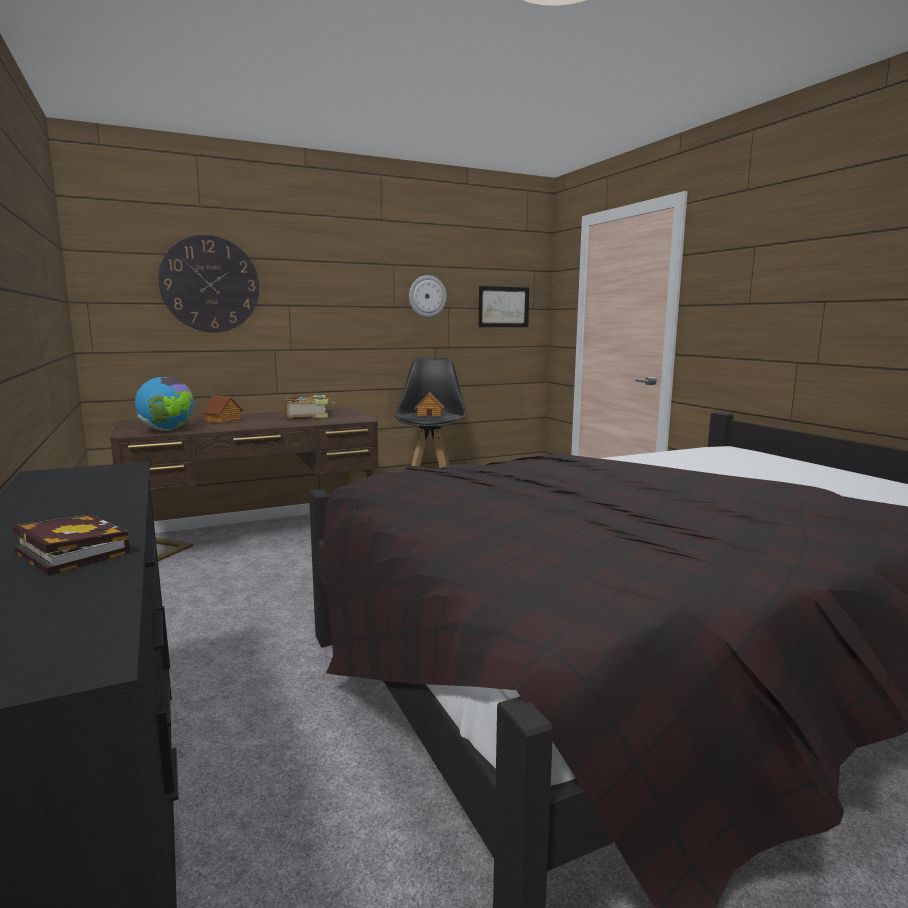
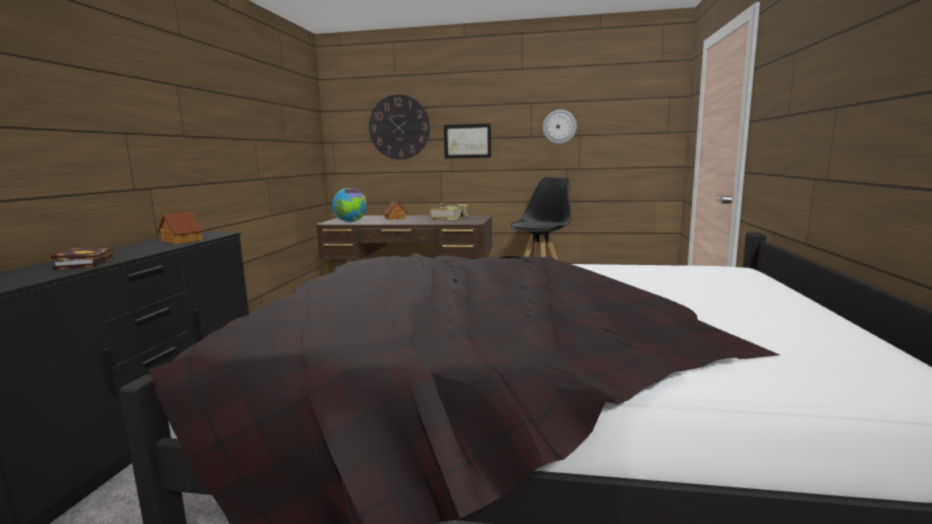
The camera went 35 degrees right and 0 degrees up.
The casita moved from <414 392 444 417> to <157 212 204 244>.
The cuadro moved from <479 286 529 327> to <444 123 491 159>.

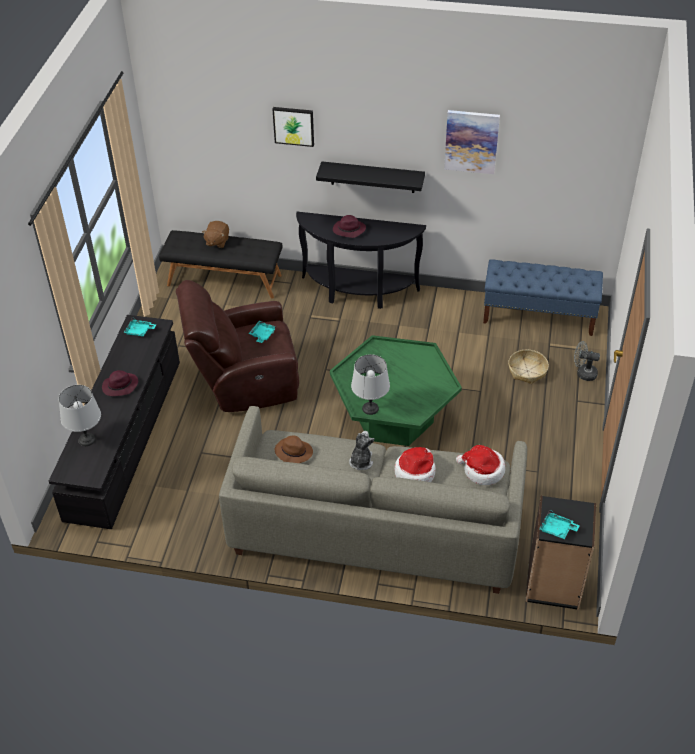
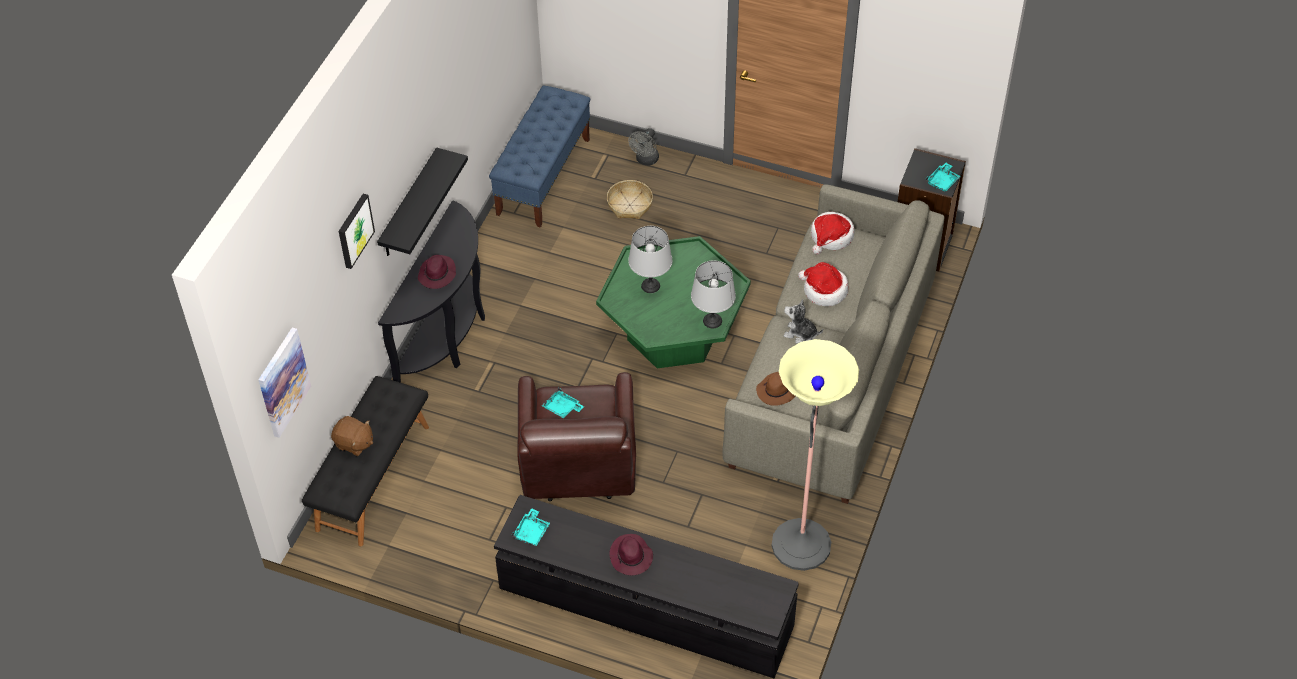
The camera went 80 degrees left and 5 degrees up.
The cuadro moved from <444 110 500 174> to <259 327 311 438>.
The lámpara de mesa (gris) moved from <59 385 101 446> to <628 226 672 293>.
The lámpara de pie at <772 339 859 571> appeared.

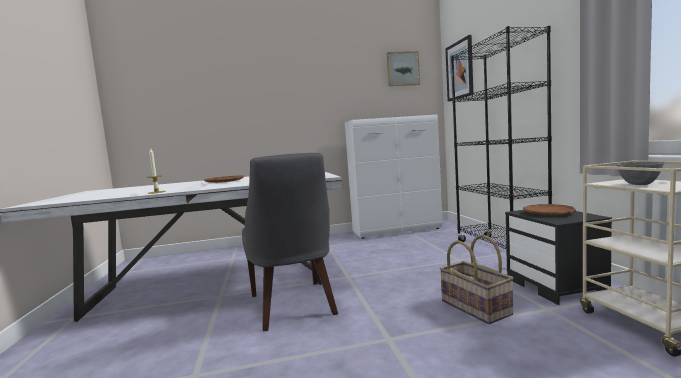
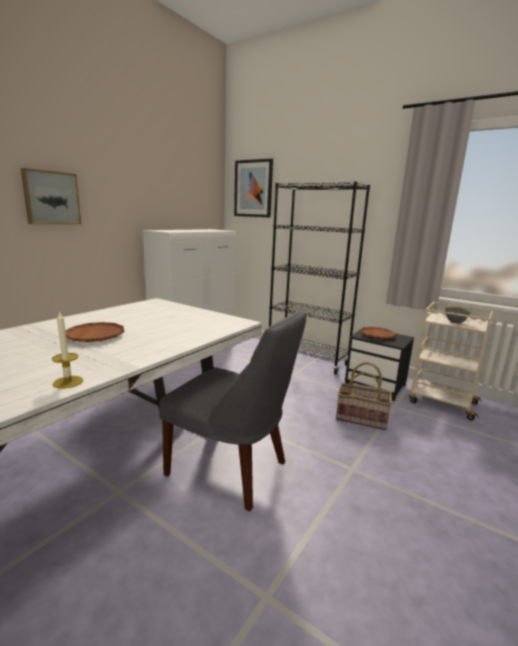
The camera went 45 degrees left and 10 degrees up.
The cuadro moved from <387 51 420 86> to <21 168 81 224>.

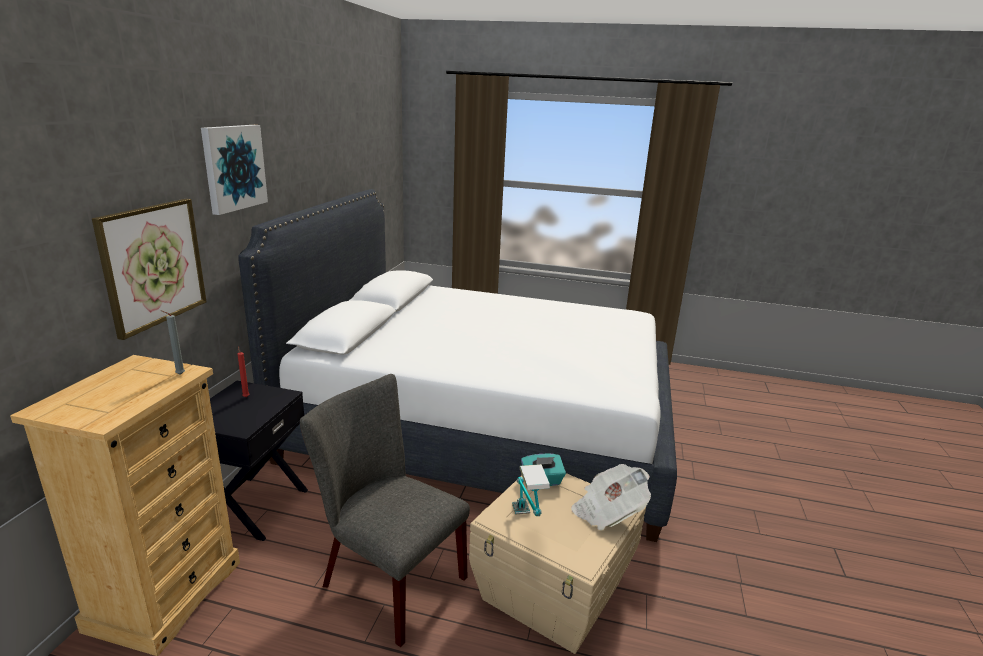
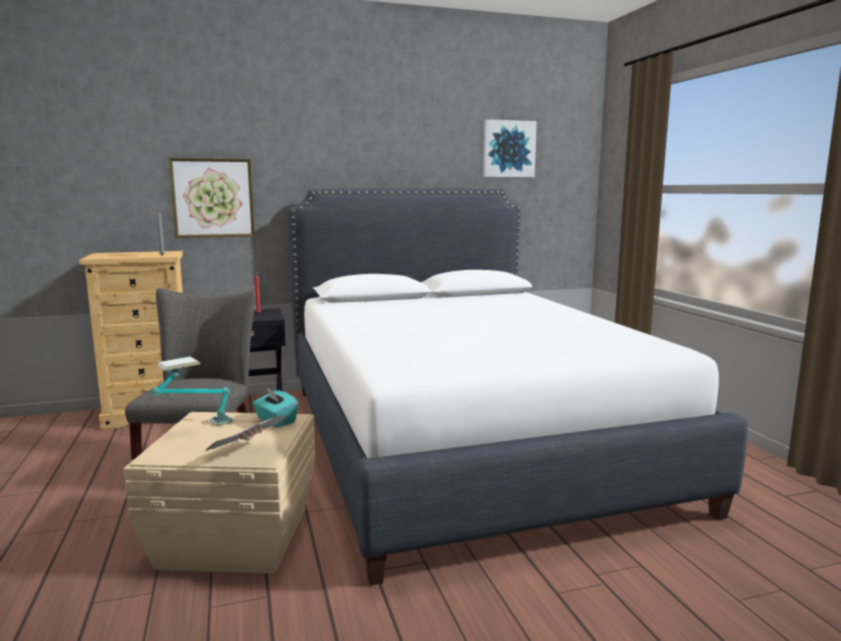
The camera went 60 degrees right and 10 degrees down.
The cuadro moved from <201 125 268 215> to <483 119 537 177>.

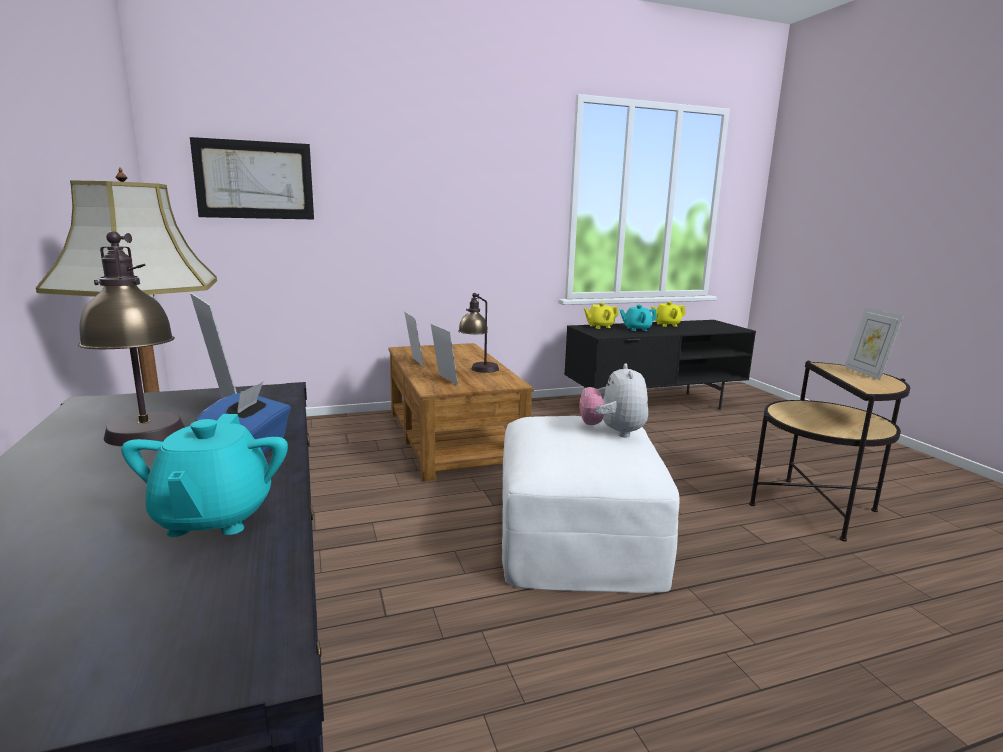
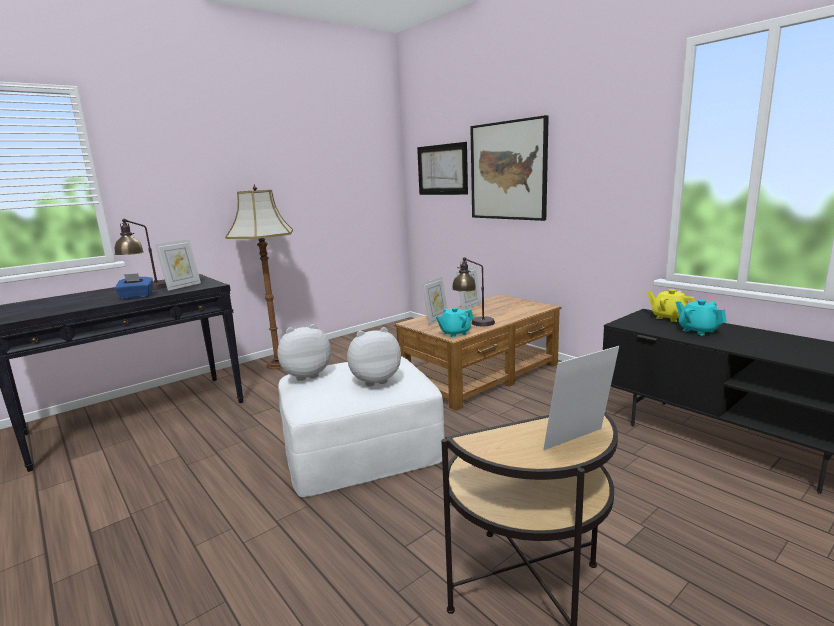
The camera went 70 degrees right and 0 degrees up.
The peluche at <278 324 331 381> appeared.
The tetera (turquesa) moved from <121 414 288 537> to <436 307 474 337>.
The cuadro at <470 115 549 221> appeared.
The tetera (amarillo) at <651 302 686 327> disappeared.

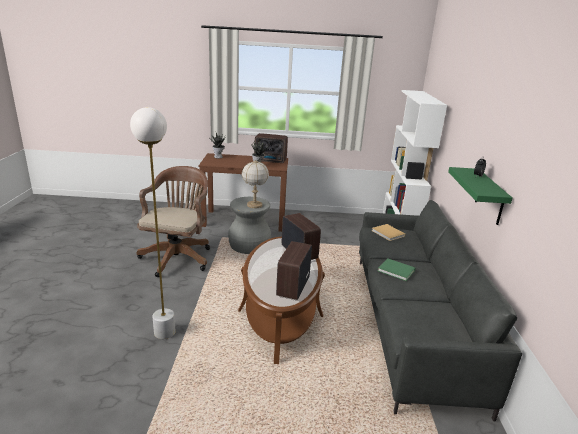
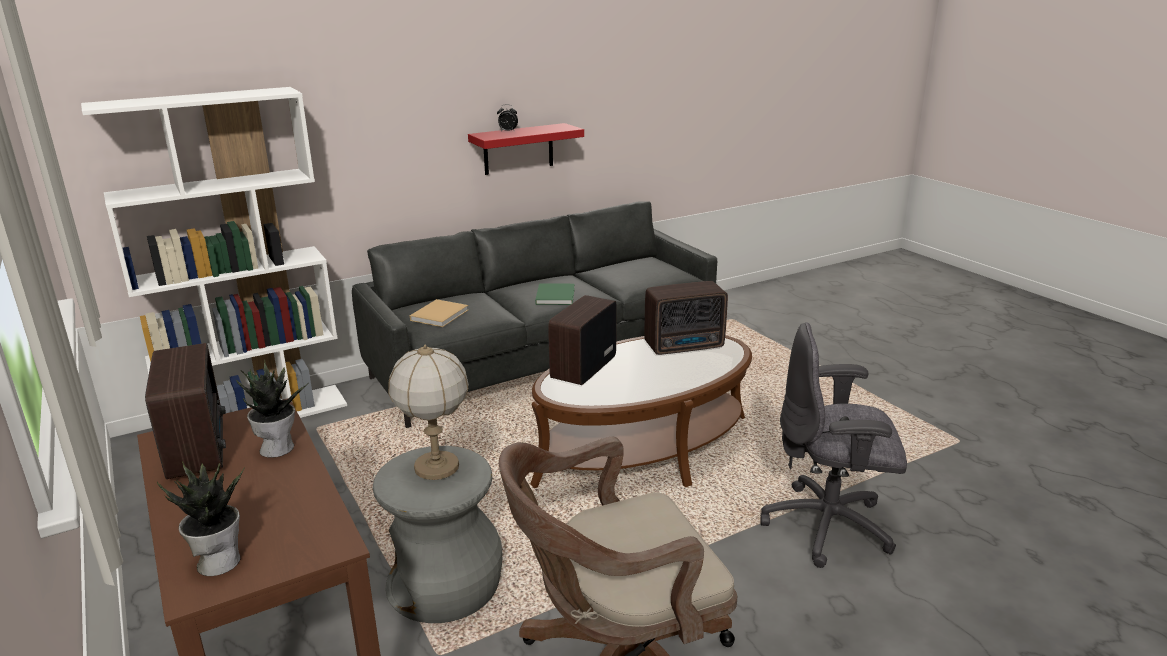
The camera went 120 degrees left and 0 degrees up.
The estante (verde) at <448 167 513 225> became the estante (rojo) at <468 123 584 175>.
The lámpara de pie (blanco) at <130 107 176 339> was replaced by the silla de oficina (gris) at <761 322 907 568>.

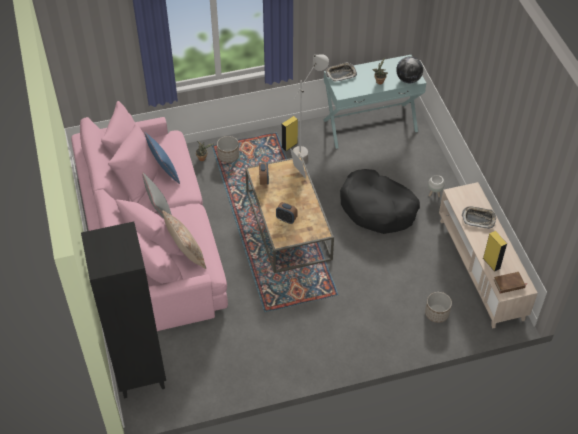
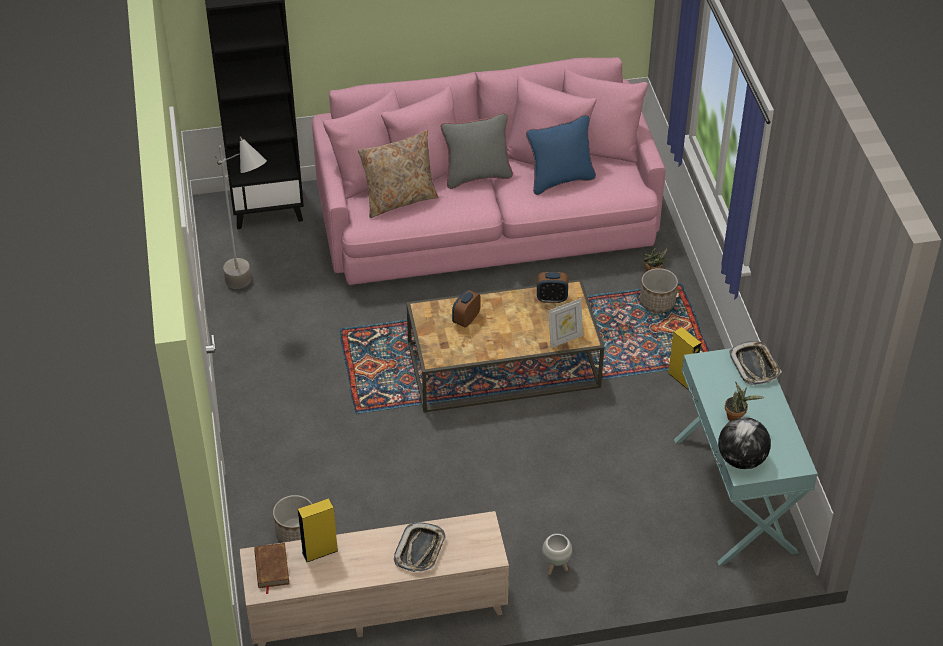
The camera went 95 degrees right and 5 degrees down.
The lámpara de pie (gris) moved from <293 55 329 164> to <215 136 267 289>.
The cama para perro (negro) at <340 169 420 234> disappeared.

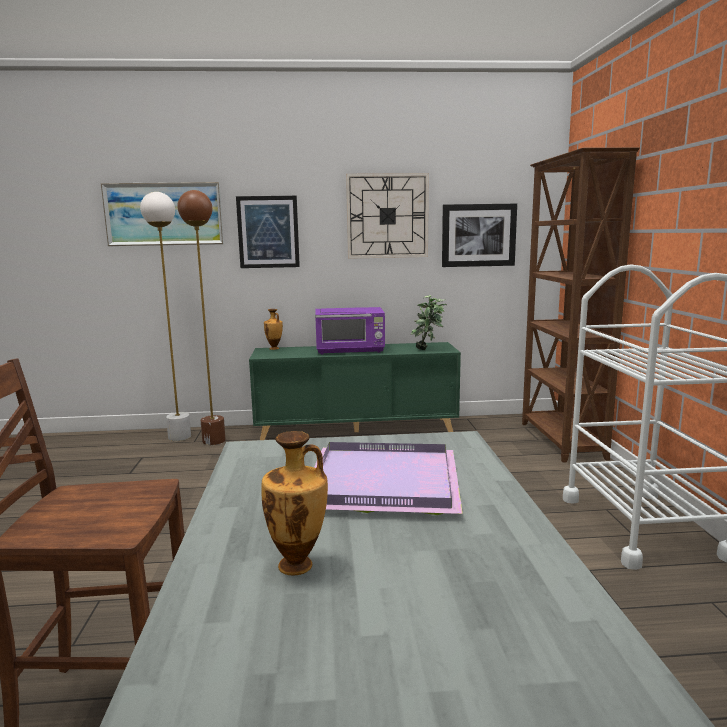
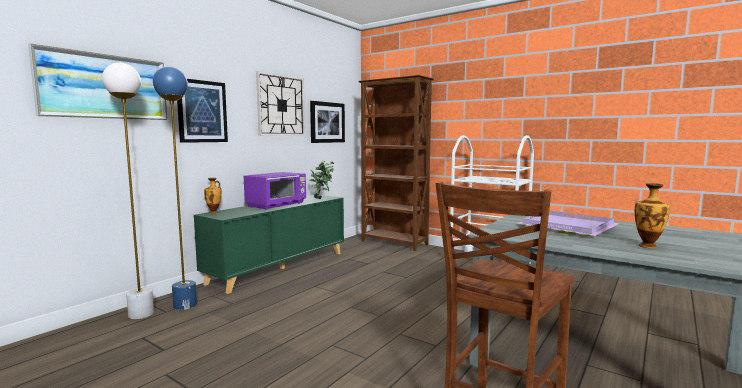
The camera went 50 degrees left and 5 degrees down.
The lámpara de pie (marrón) at <177 190 226 445> became the lámpara de pie (azul) at <153 67 197 310>.

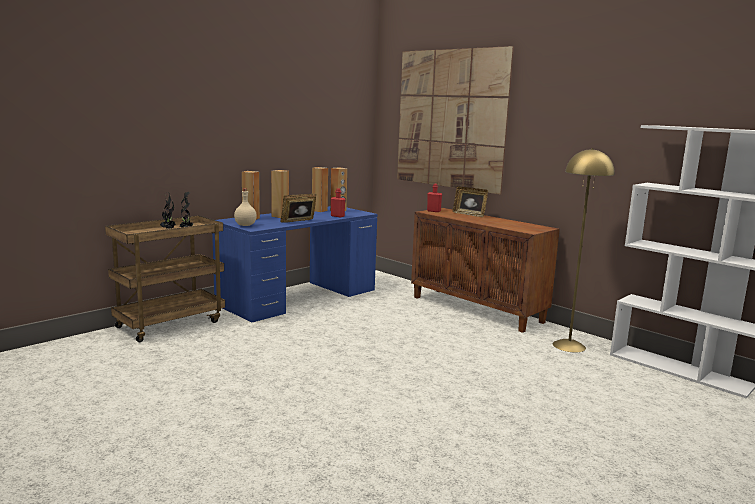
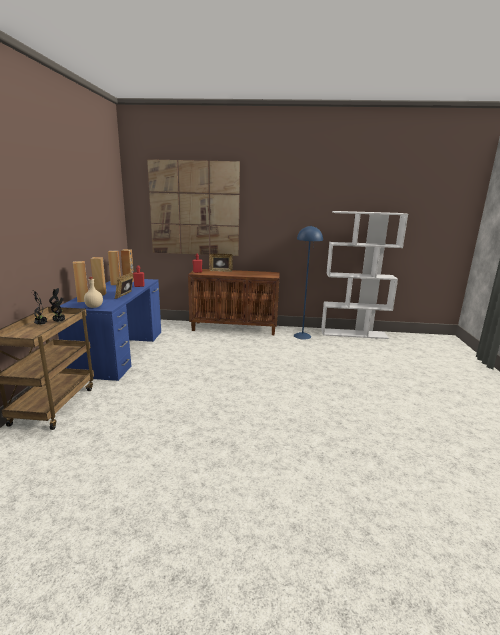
The camera went 40 degrees left and 5 degrees up.
The lámpara de pie (amarillo) at <553 148 614 352> became the lámpara de pie (azul) at <294 225 323 339>.

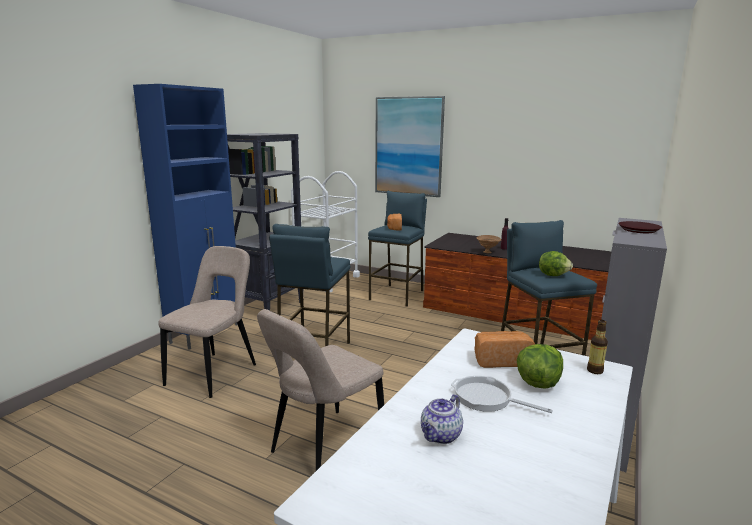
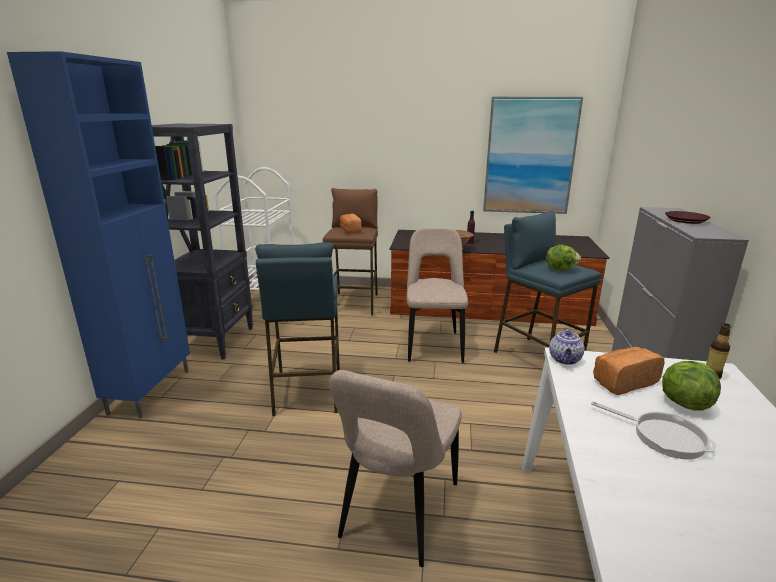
The camera went 20 degrees left and 5 degrees up.
The taburete (azul) at <368 191 427 307> became the taburete (marrón) at <323 188 378 316>.
The silla (beis) moved from <158 246 256 398> to <406 228 468 363>.
The cuadro moved from <375 96 445 197> to <483 97 583 214>.
The tetera moved from <421 394 463 444> to <549 327 585 365>.
The sartén at <451 376 553 413> turned 150 degrees counterclockwise.

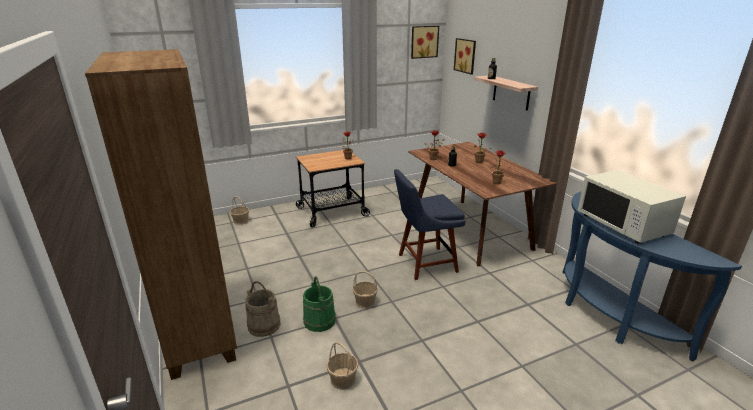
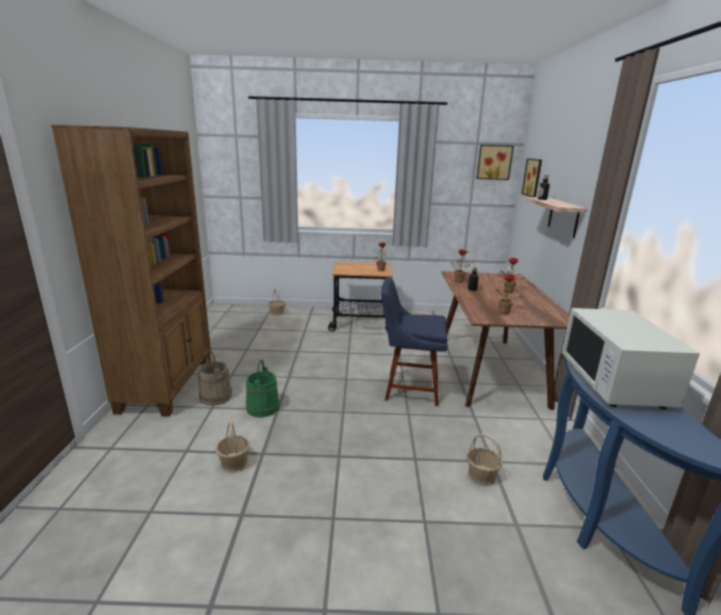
The camera went 25 degrees right and 5 degrees down.
The cesta moved from <352 271 378 309> to <467 434 502 486>.

